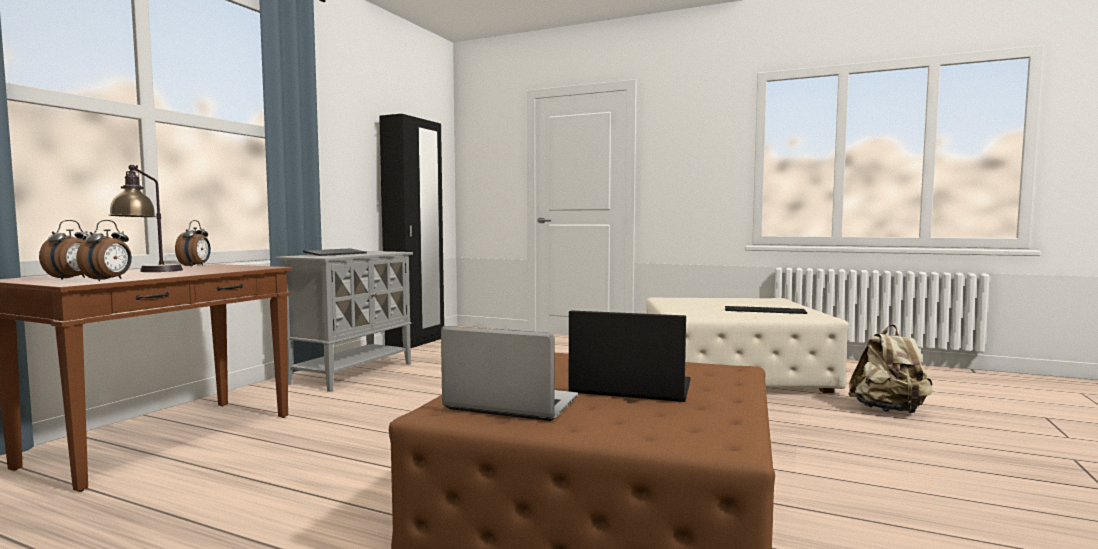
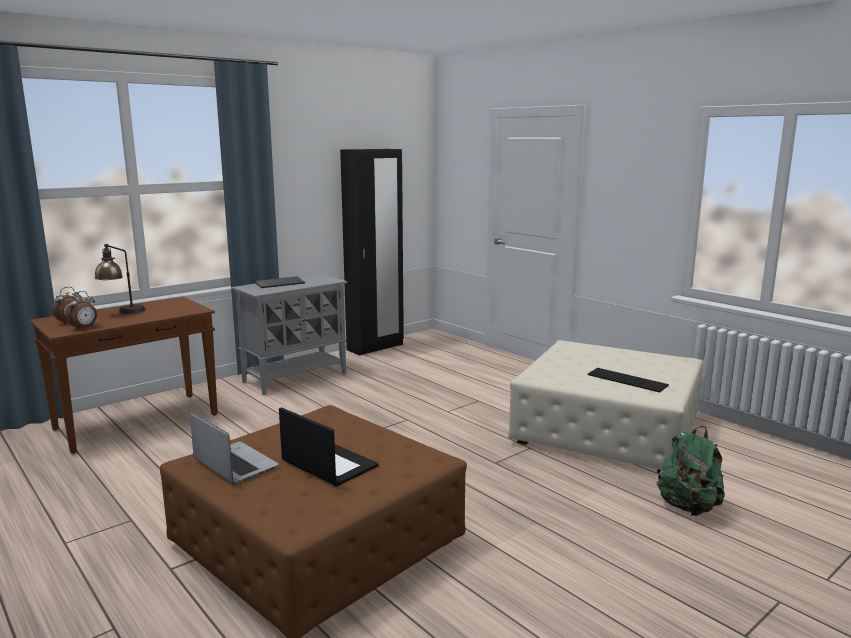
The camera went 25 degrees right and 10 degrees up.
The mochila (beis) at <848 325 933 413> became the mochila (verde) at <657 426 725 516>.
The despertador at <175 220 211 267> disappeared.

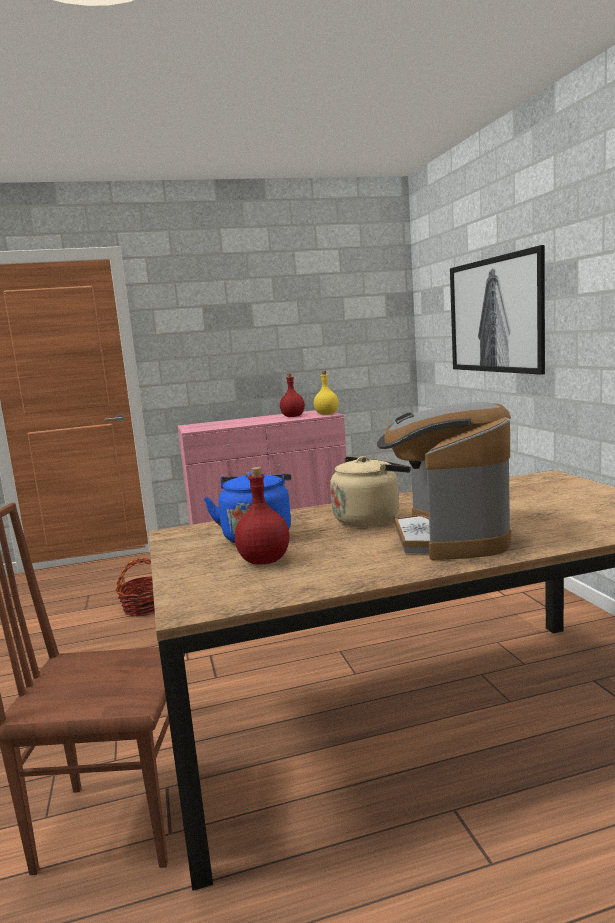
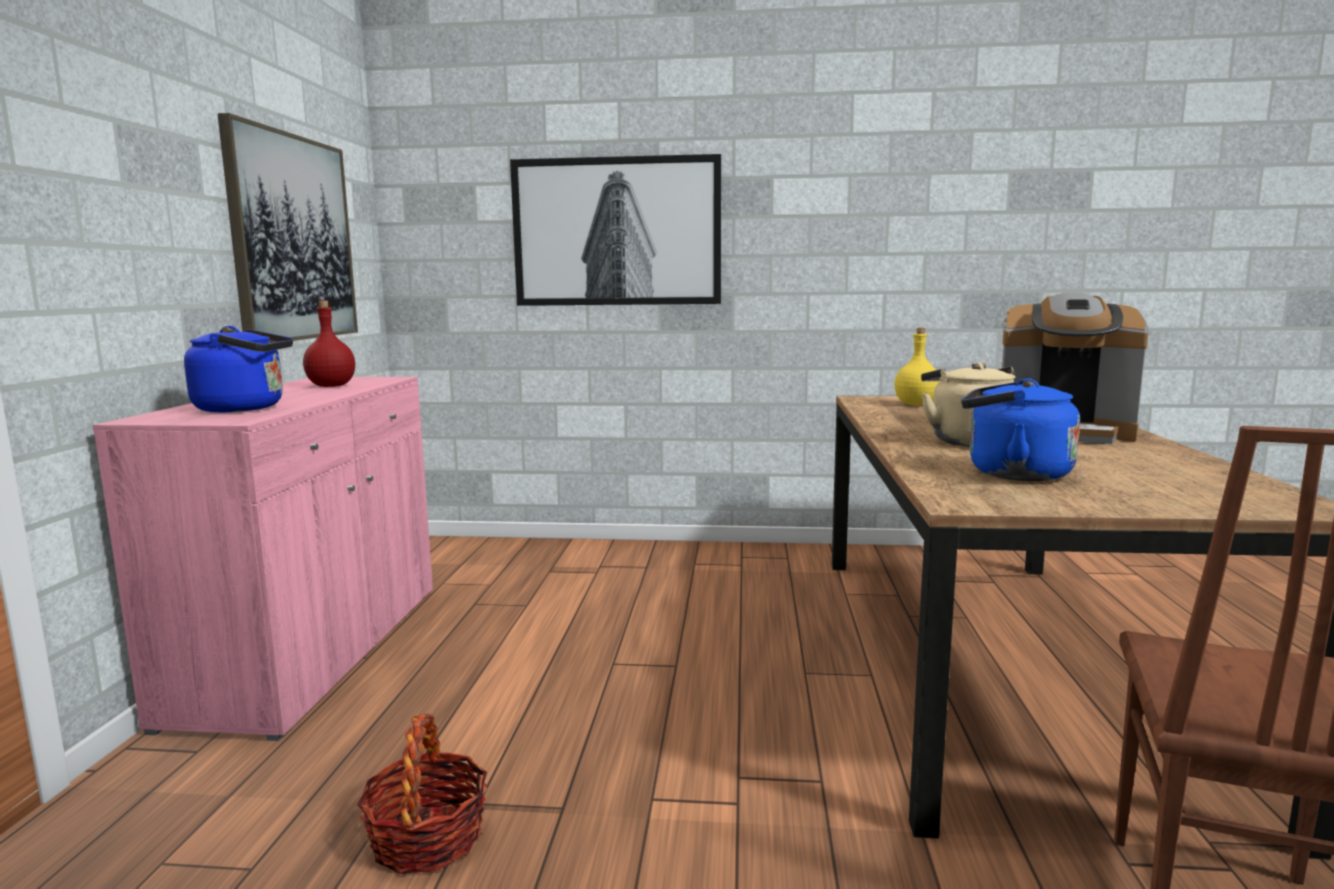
The camera went 70 degrees left and 0 degrees up.
The hervidor (azul) at <184 326 293 412> appeared.
The cuadro at <218 113 358 343> appeared.
The botella (amarillo) moved from <314 371 339 415> to <894 328 940 406>.
The botella (rojo) at <235 467 289 565> disappeared.

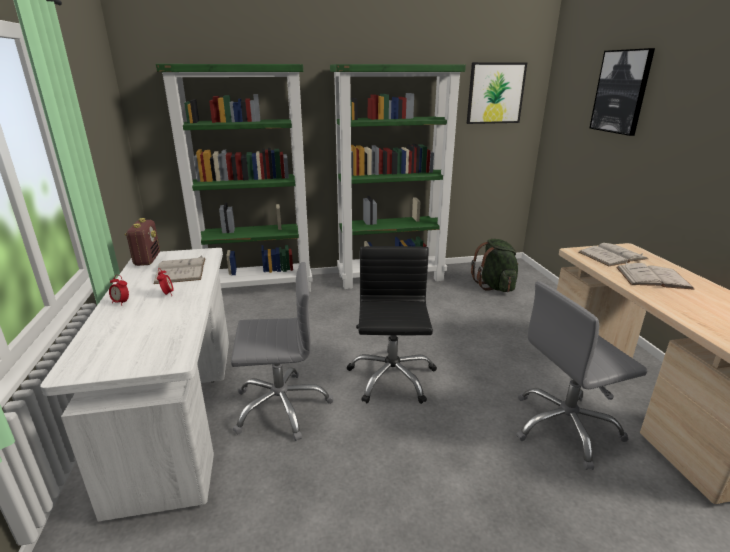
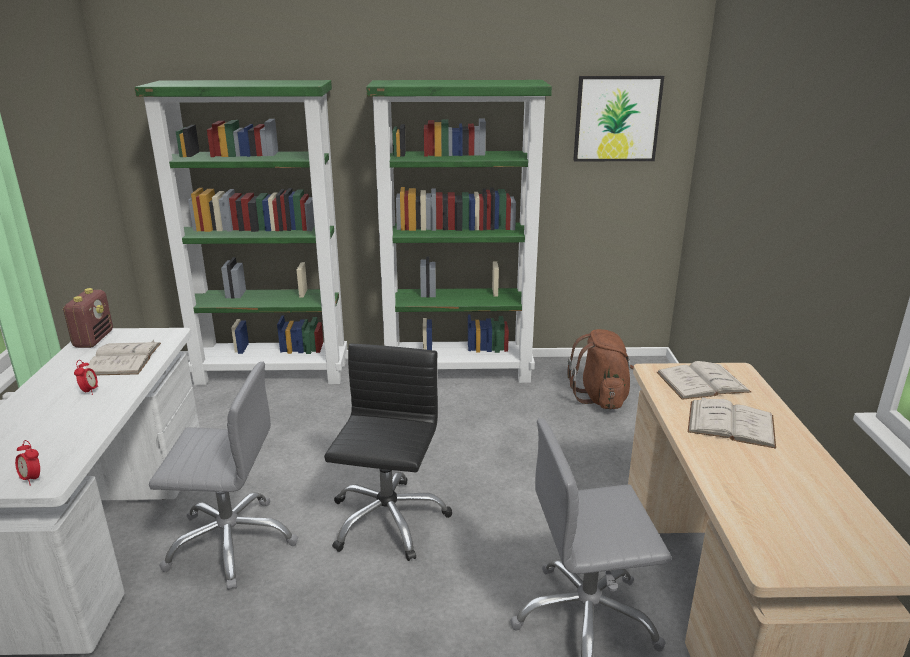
The camera went 10 degrees right and 0 degrees up.
The despertador moved from <109 275 129 306> to <15 440 40 486>.
The mochila (verde) at <471 239 518 292> became the mochila (marrón) at <568 329 634 410>.
The cuadro at <590 48 655 136> disappeared.

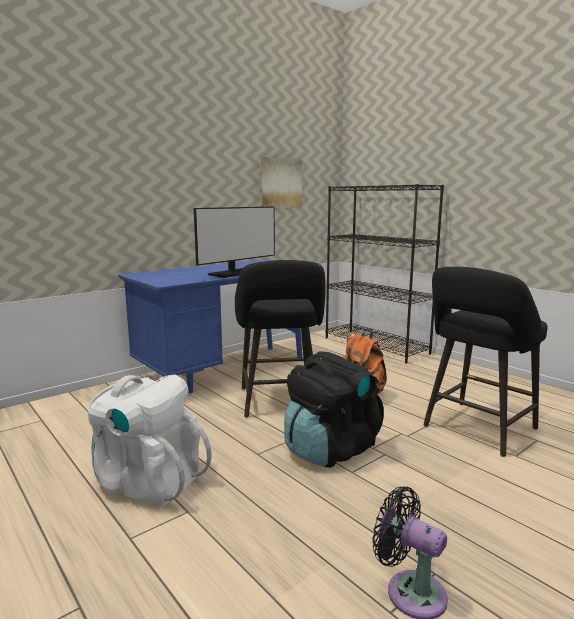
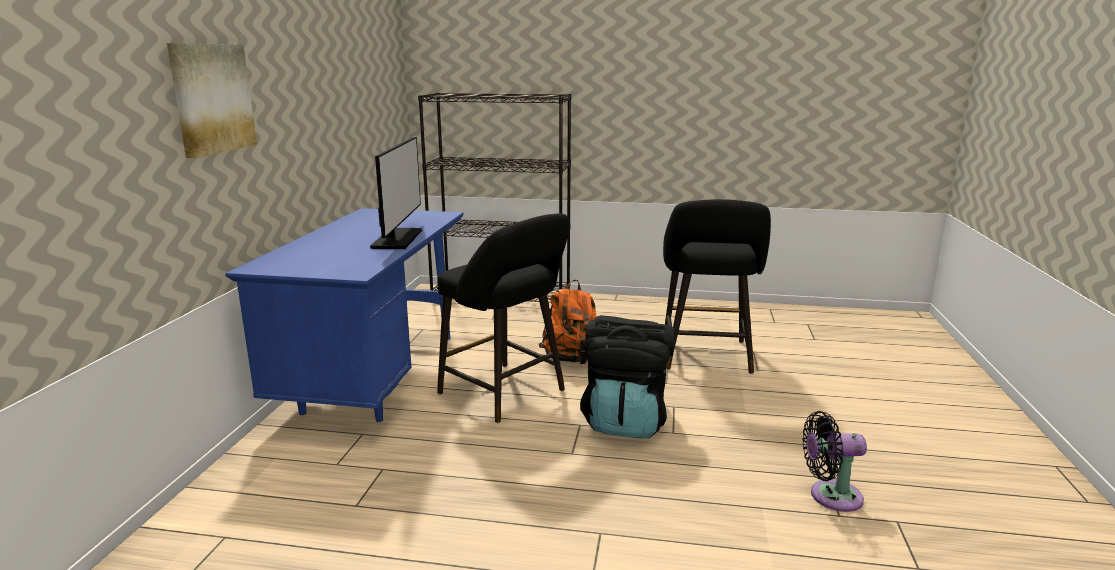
The camera went 40 degrees left and 5 degrees up.
The cuadro moved from <262 157 302 208> to <167 43 257 158>.
The mochila (blanco) at <88 374 212 507> disappeared.

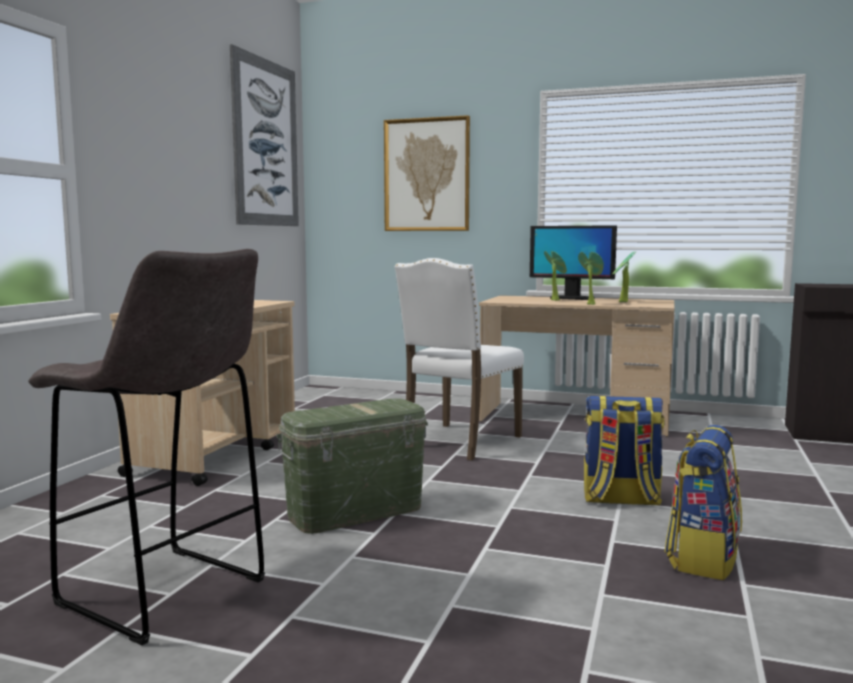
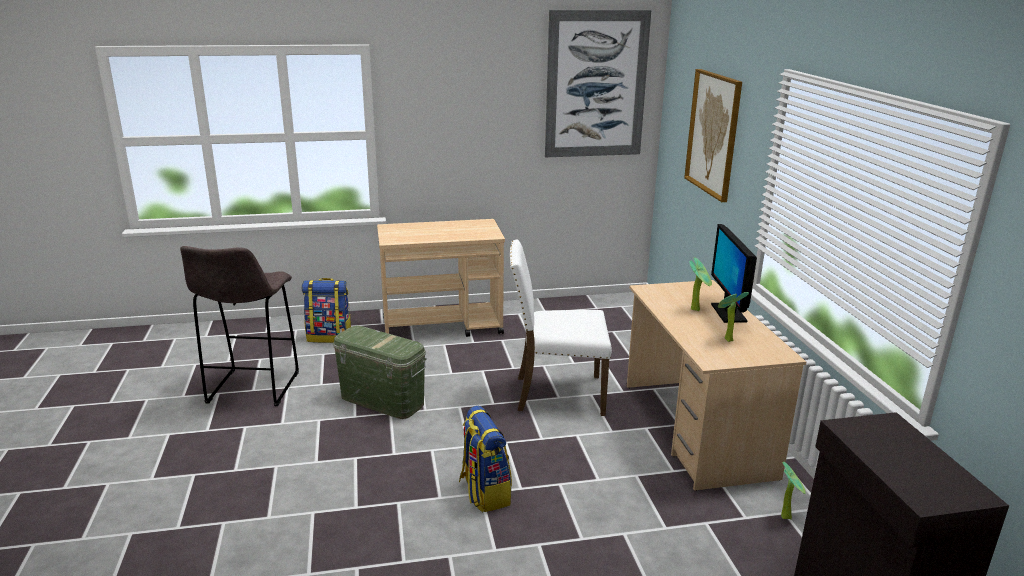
The camera went 60 degrees right and 15 degrees up.
The mochila moved from <664 425 742 580> to <302 278 351 343>.
The planta en maceta moved from <578 252 604 305> to <781 462 806 519>.

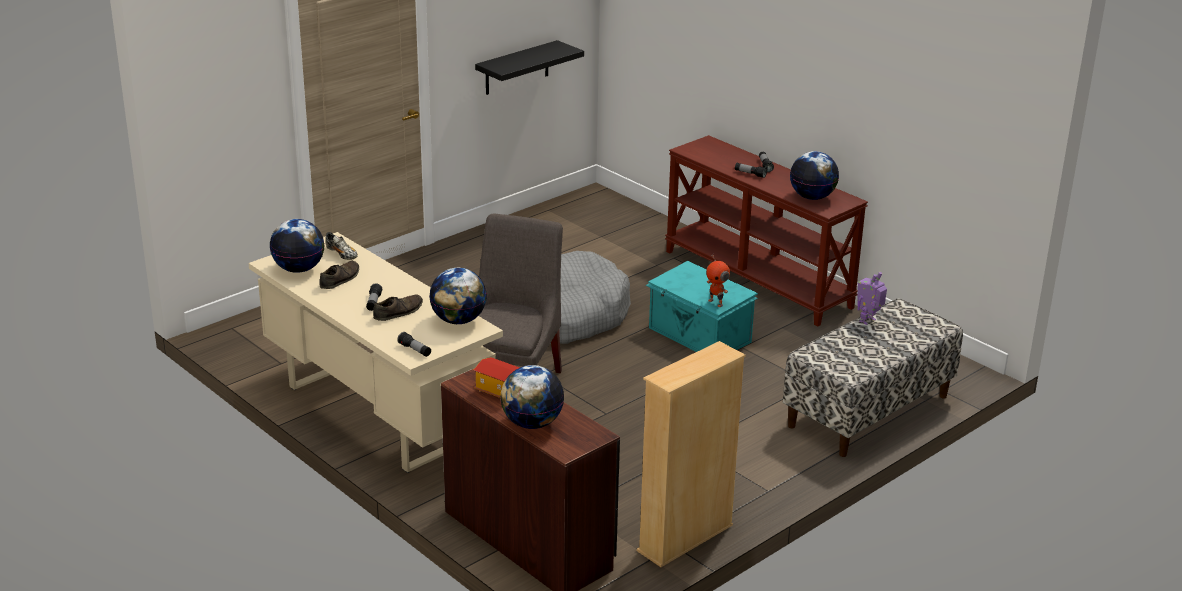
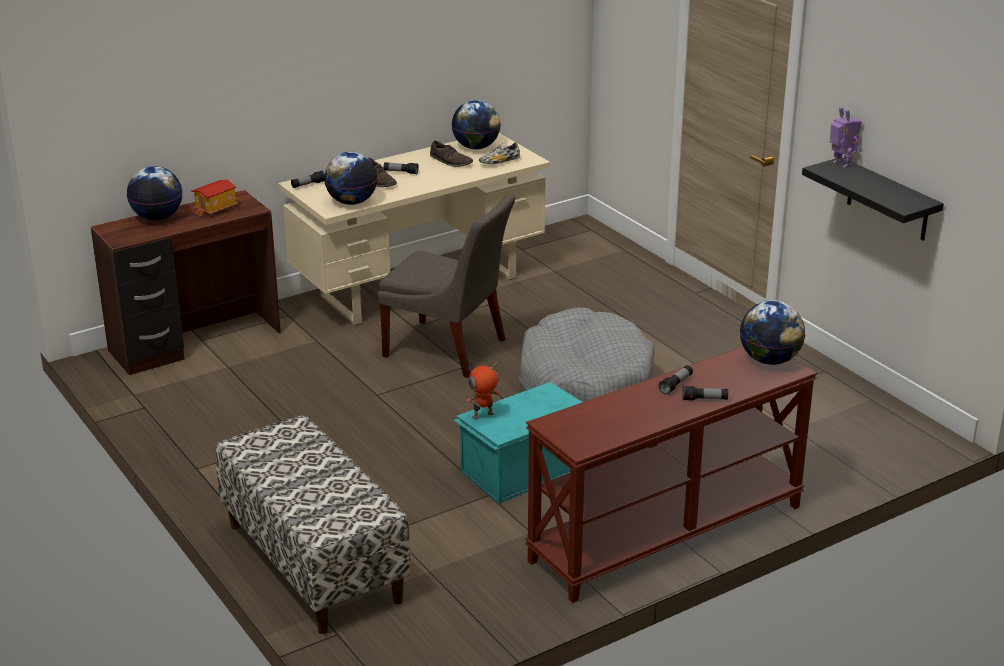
The camera went 100 degrees right and 0 degrees up.
The globo terráqueo moved from <790 151 839 200> to <740 300 805 365>.
The robot de juguete moved from <858 272 887 325> to <830 107 862 168>.
The estantería (beis) at <637 341 745 567> disappeared.

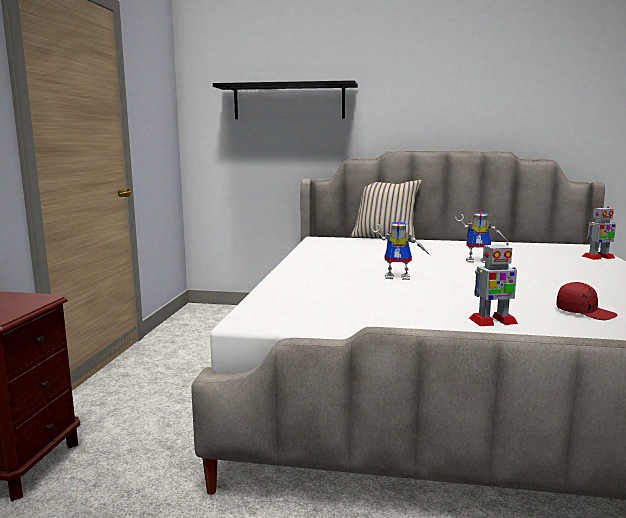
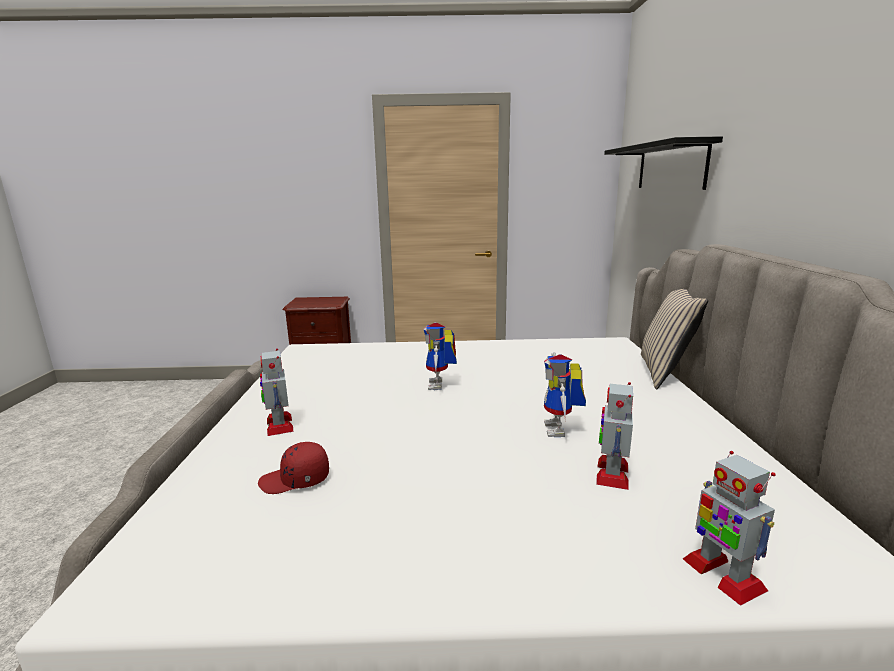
The camera went 80 degrees right and 5 degrees up.
The gorra (rojo) at <556 282 617 320> turned 60 degrees clockwise.
The robot de juguete at <596 382 633 490> appeared.

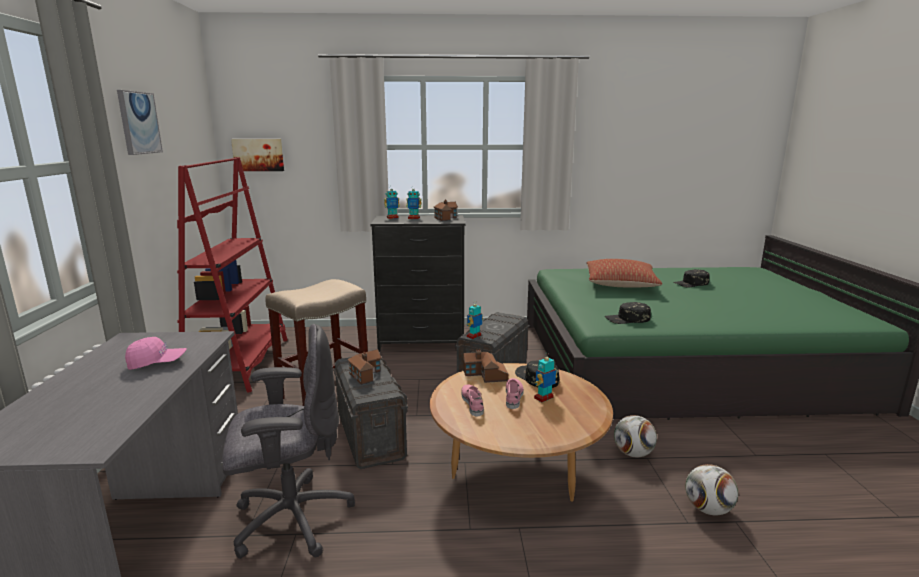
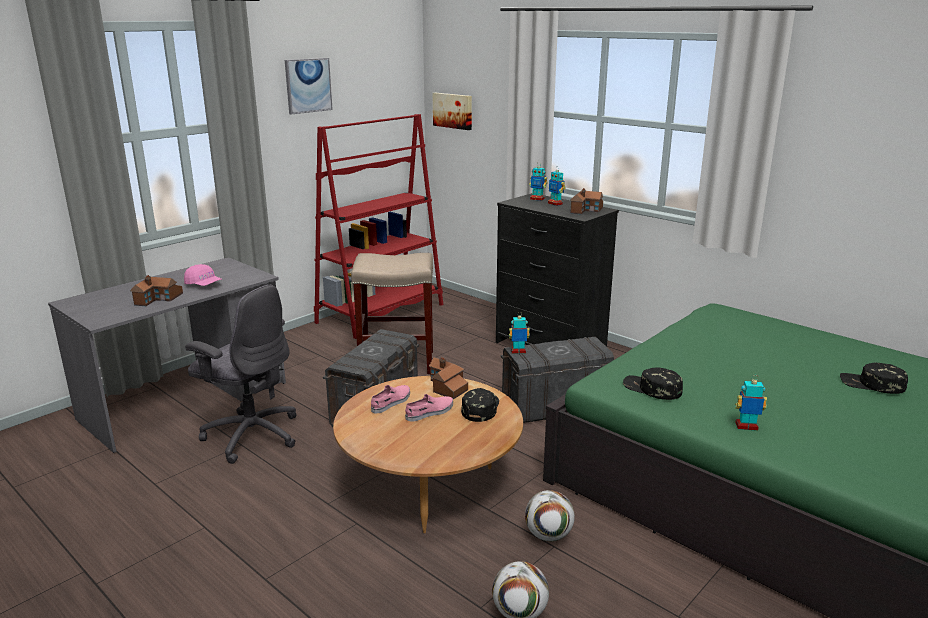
The camera went 45 degrees right and 5 degrees up.
The casita moved from <347 349 381 385> to <130 275 183 306>.
The robot de juguete moved from <534 353 557 402> to <735 375 767 431>.
The cojín at <587 259 662 288> disappeared.

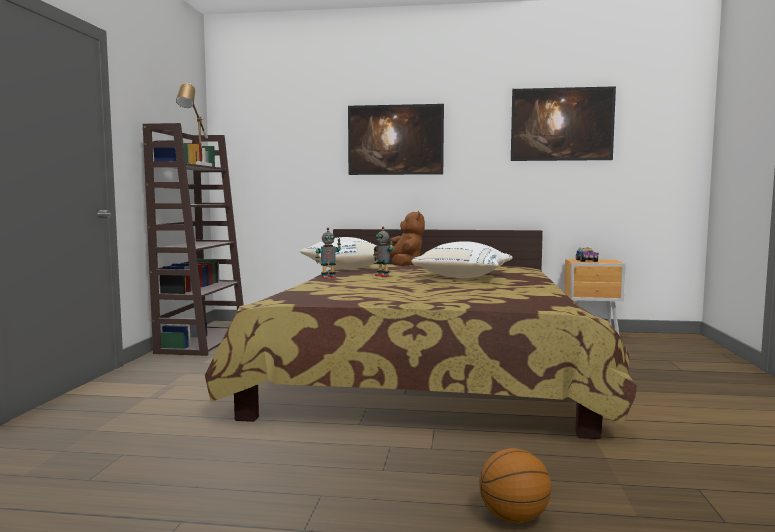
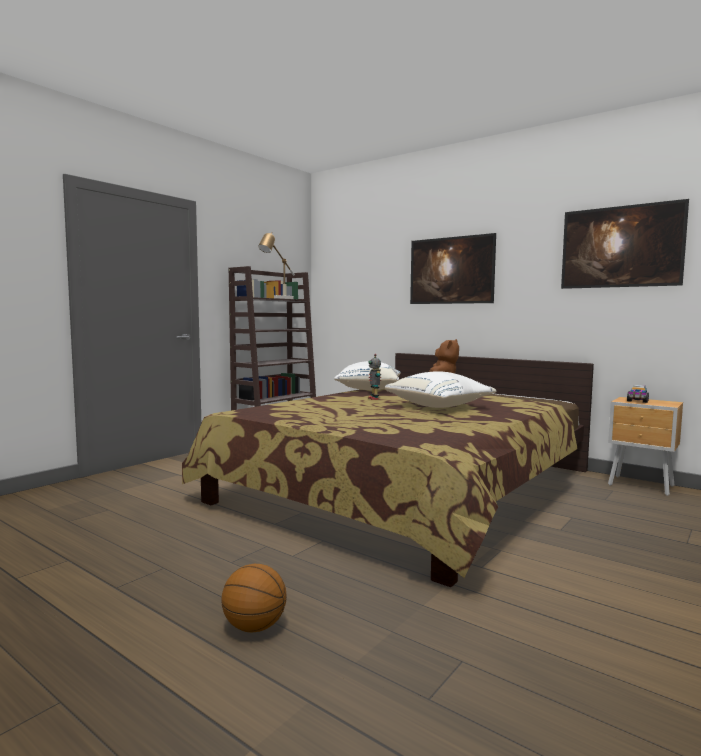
The camera went 30 degrees right and 0 degrees up.
The robot de juguete at <315 227 341 279> disappeared.

